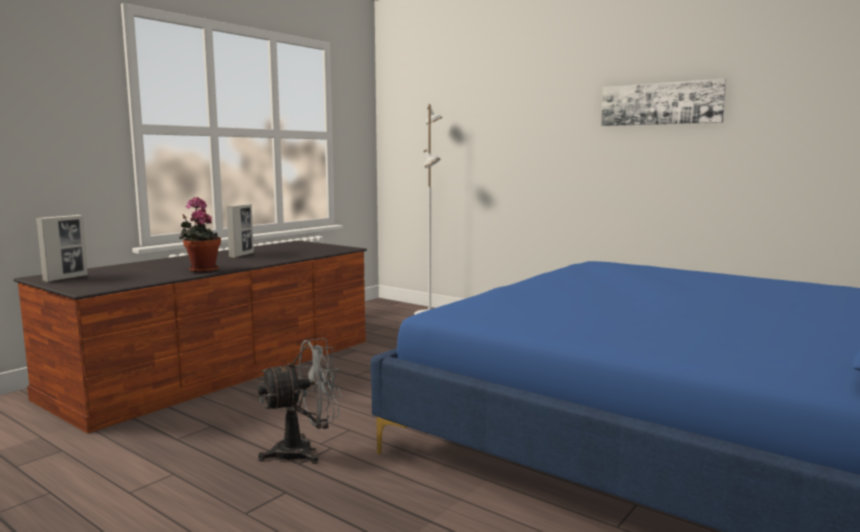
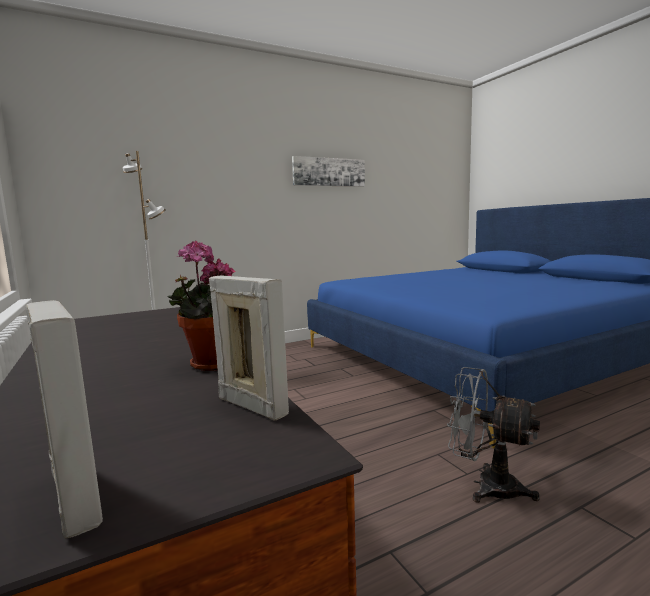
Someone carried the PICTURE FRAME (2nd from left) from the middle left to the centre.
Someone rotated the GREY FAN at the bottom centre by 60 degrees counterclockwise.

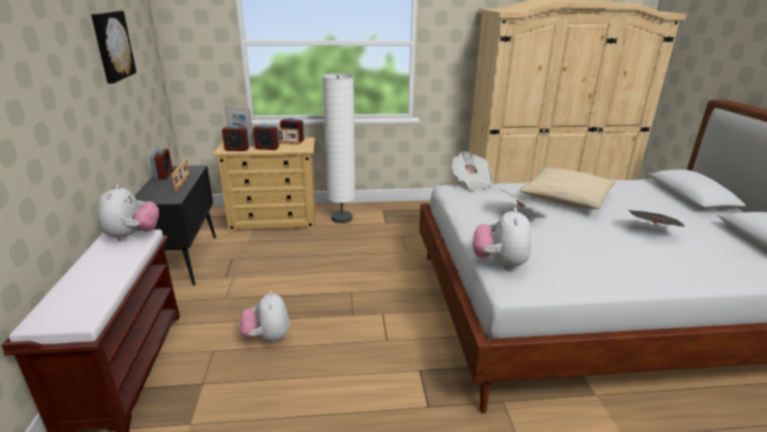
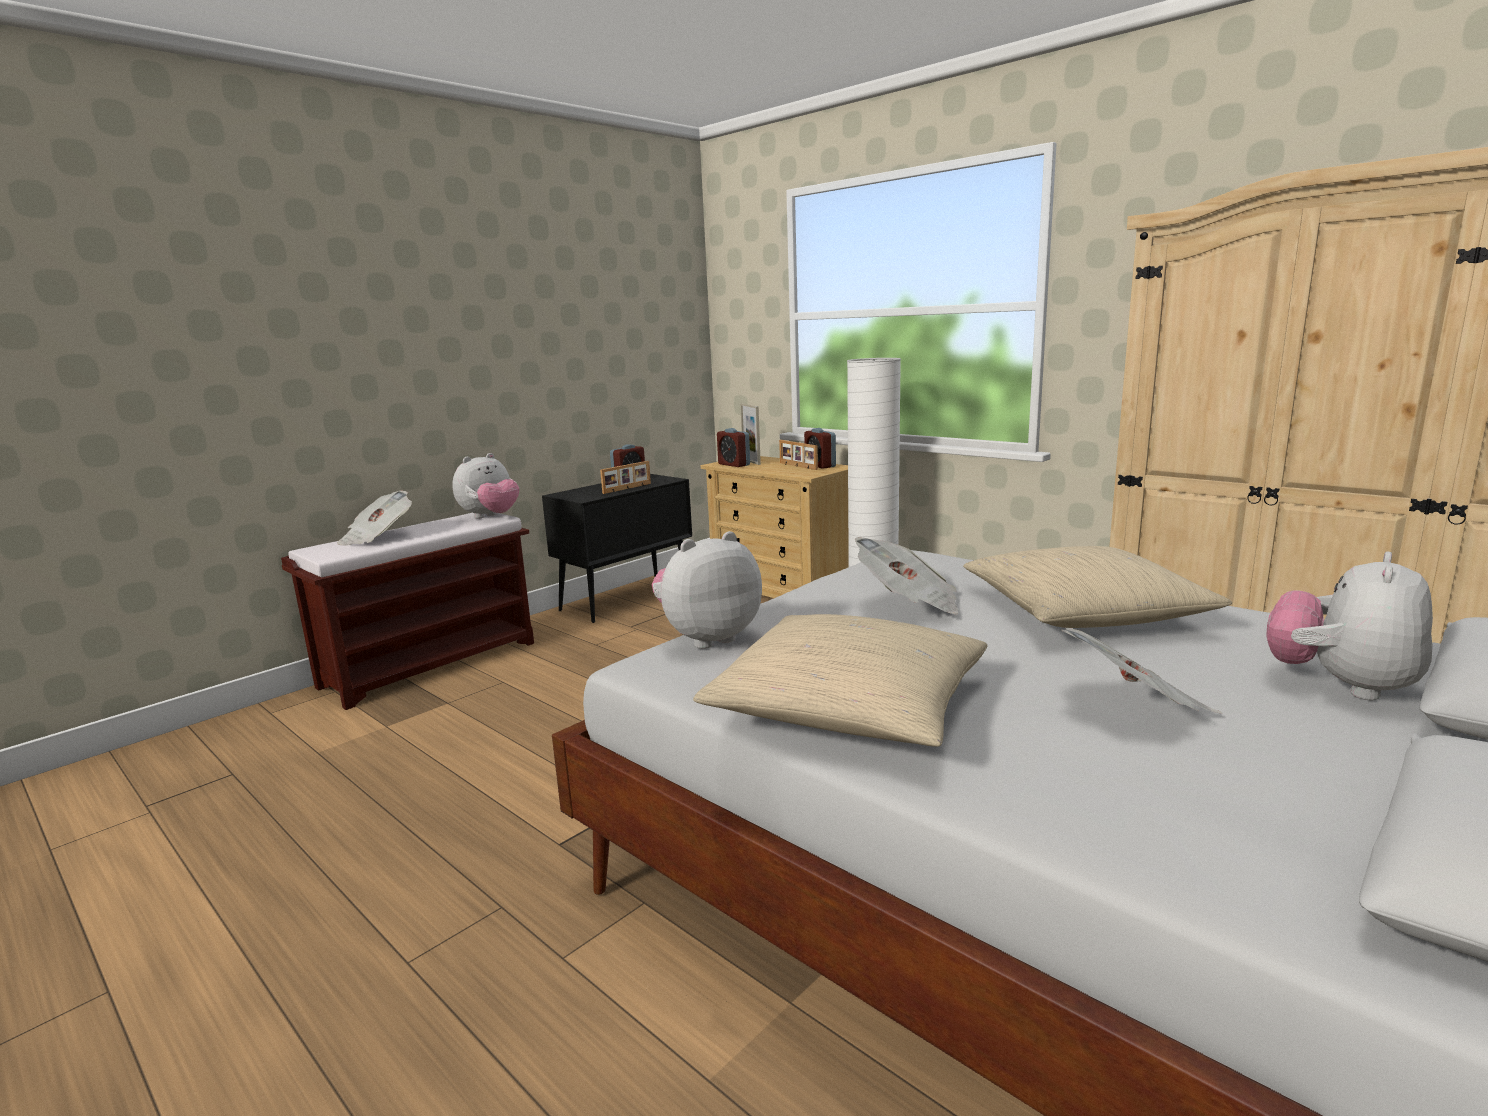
Someone carried the NEWSPAPER (1st from left) from the centre to the middle left.
Someone put down the BEIGE PILLOW (1st from left) at the centre.
Someone carried the PLUSH TOY (2nd from left in the first image) from the bottom centre to the middle right.
Someone took away the PICTURE at the top left.
Someone took away the ALARM CLOCK (3rd from left) at the top centre.

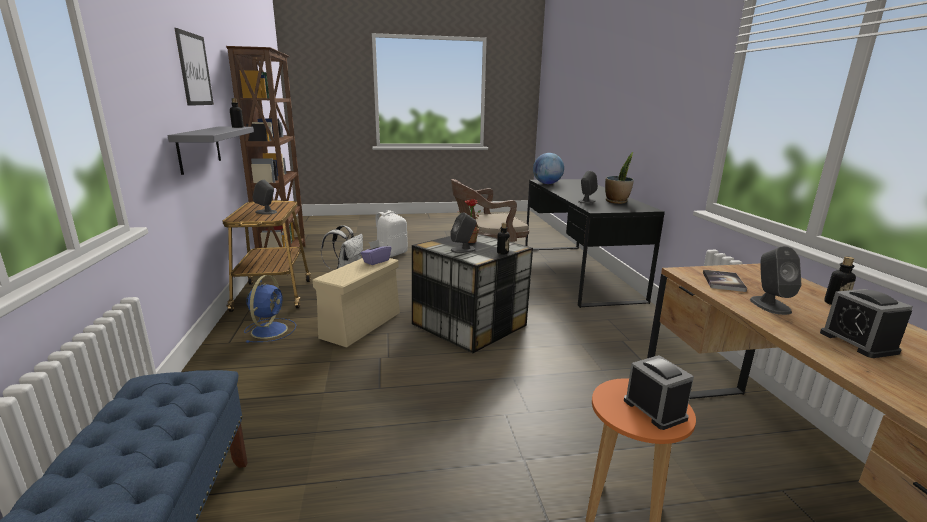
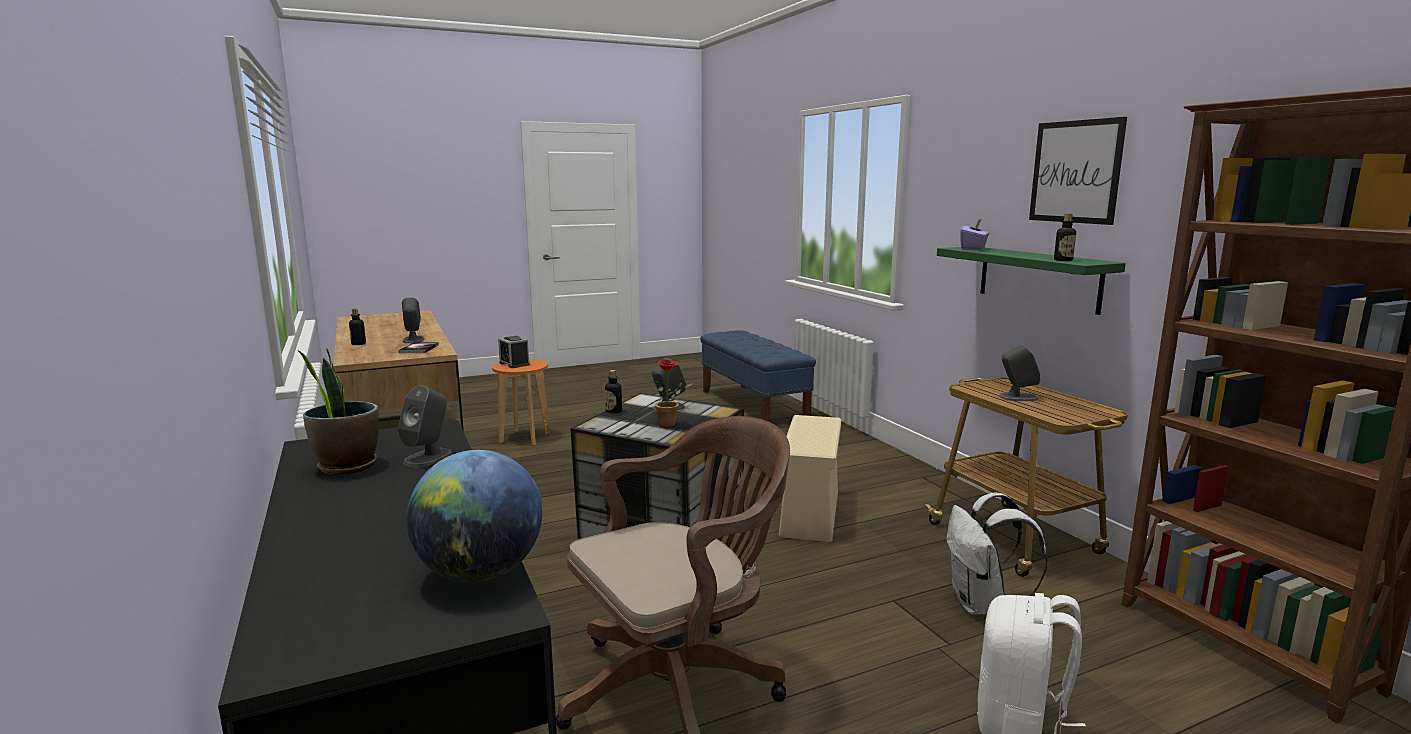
Someone repainted the GREY SHELF at the top left, which became the GREEN SHELF at the middle right.
Someone carried the PURPLE TISSUE BOX from the centre to the top right.
Someone took away the BLUE FAN at the middle left.
Someone took away the ALARM CLOCK (2nd from left) at the middle right.

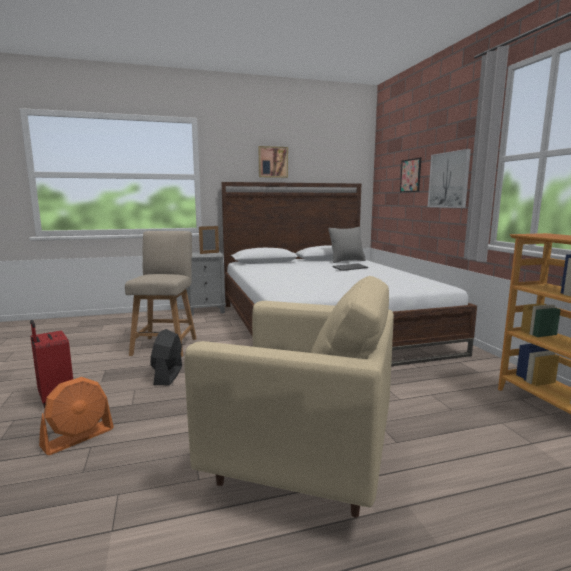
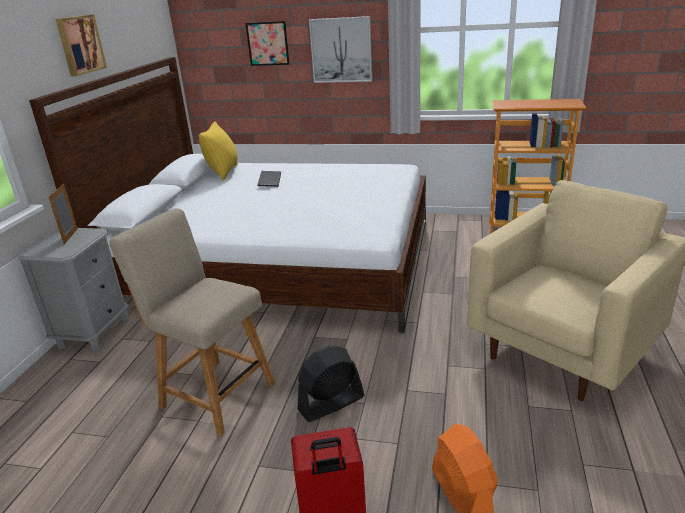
Someone repainted the GREY PILLOW at the centre, which became the YELLOW PILLOW at the top left.
Someone rotated the BLACK FAN at the middle left by 120 degrees clockwise.

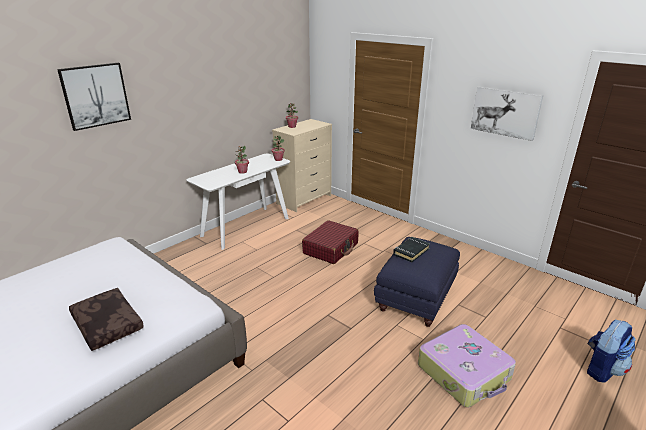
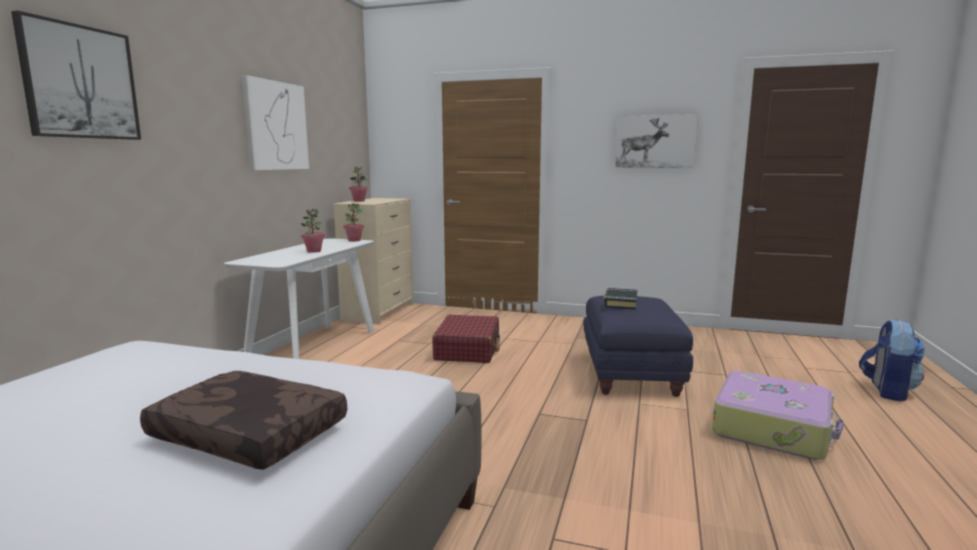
Someone put up the PICTURE (2nd from left) at the top left.

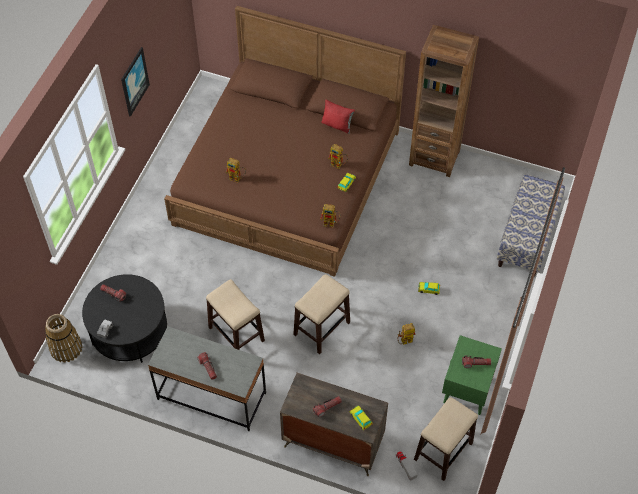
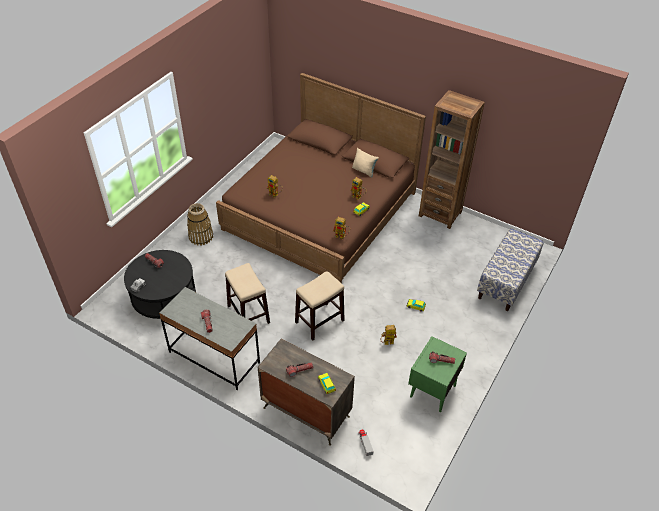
Someone carried the BASKET from the bottom left to the middle left.
Someone repainted the RED PILLOW at the top centre, which became the BEIGE PILLOW at the top centre.
Someone took away the PICTURE at the top left.
Someone took away the STOOL (3rd from left) at the bottom right.

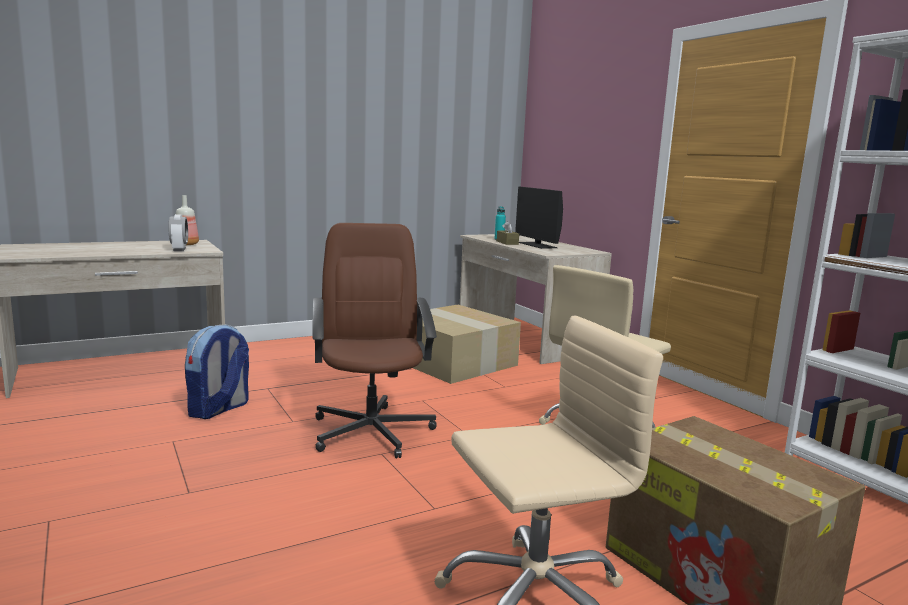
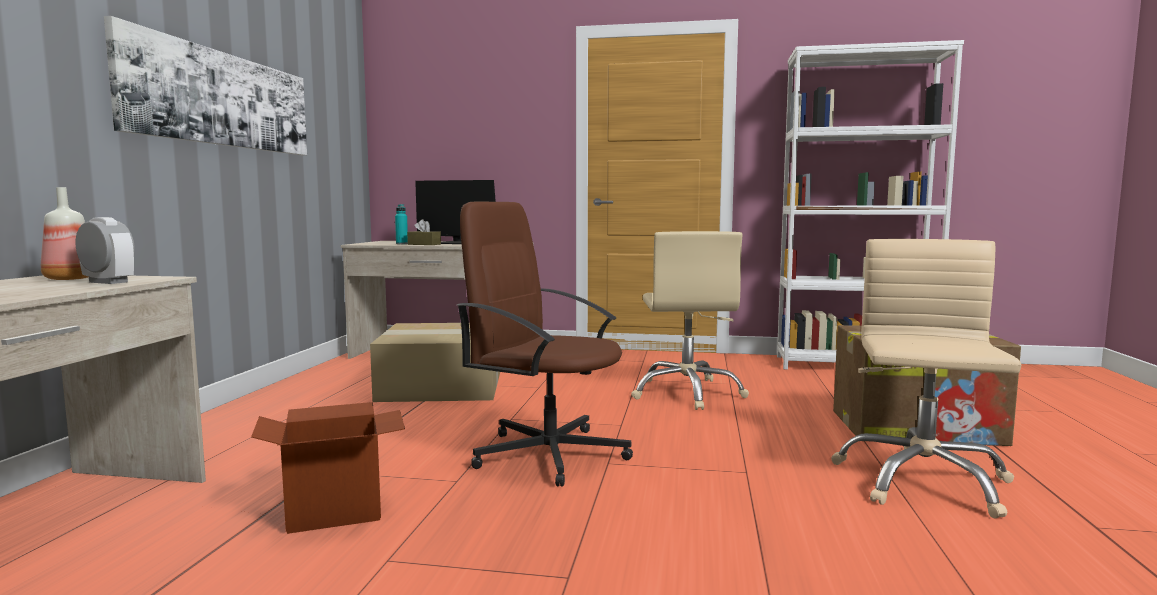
Someone put up the PICTURE at the top left.
Someone swapped the BACKPACK at the middle left for the CARDBOARD BOX (1st from left) at the bottom left.

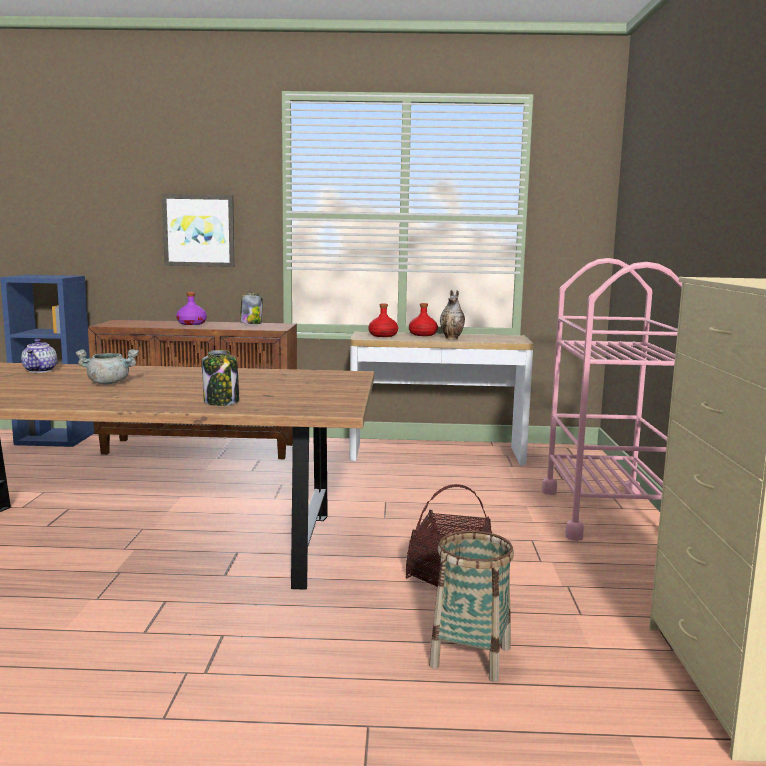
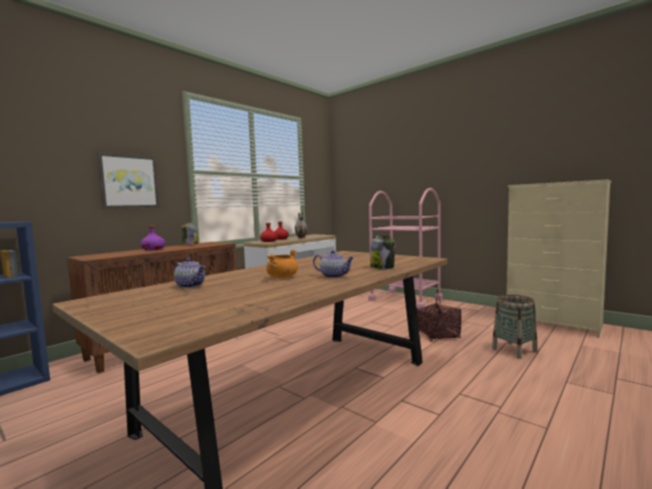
Someone repainted the GREY COOKING POT at the middle left, which became the ORANGE COOKING POT at the centre.
Someone put down the TEAPOT (2nd from left) at the centre.

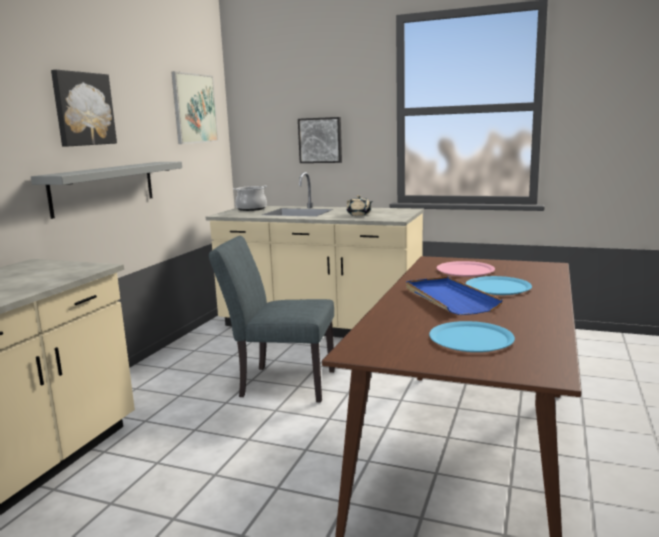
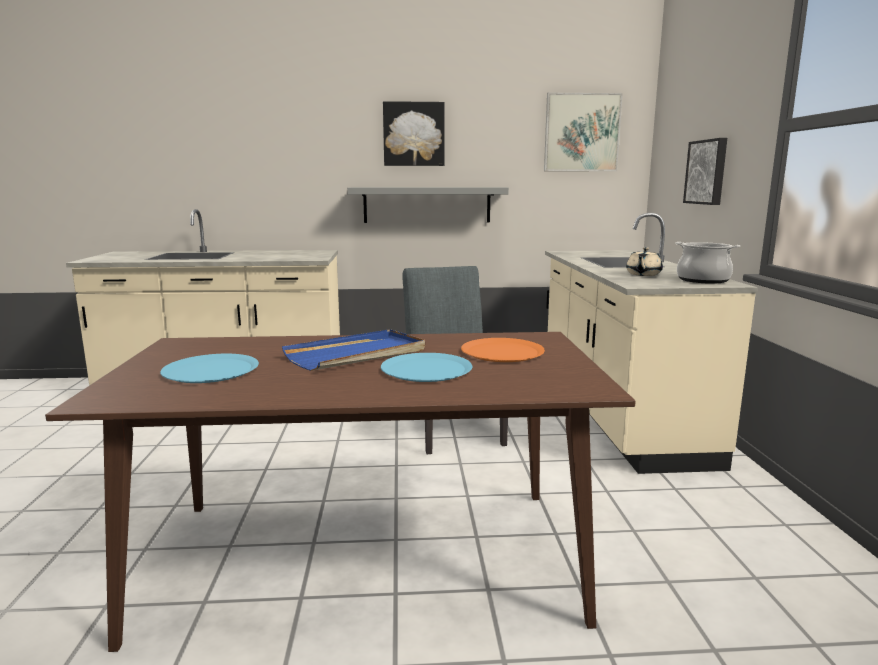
Someone repainted the PINK PLATE at the middle right, which became the ORANGE PLATE at the centre.
Someone carried the COOKING POT from the centre to the middle right.

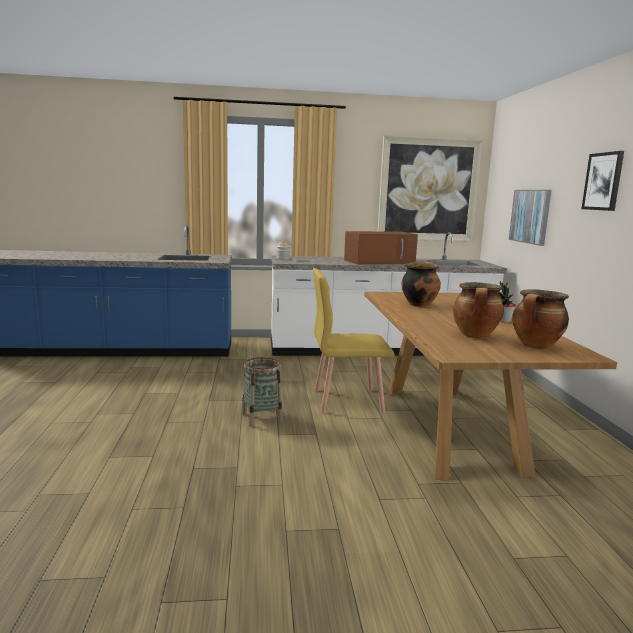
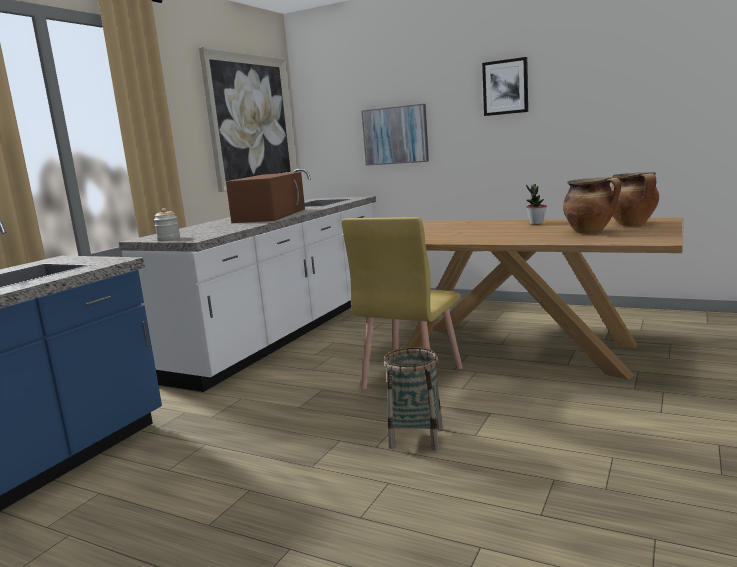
Someone took away the COOKING POT (1st from left) at the centre.

